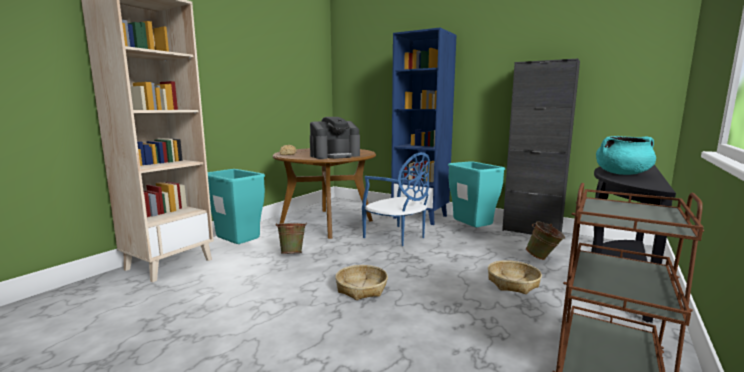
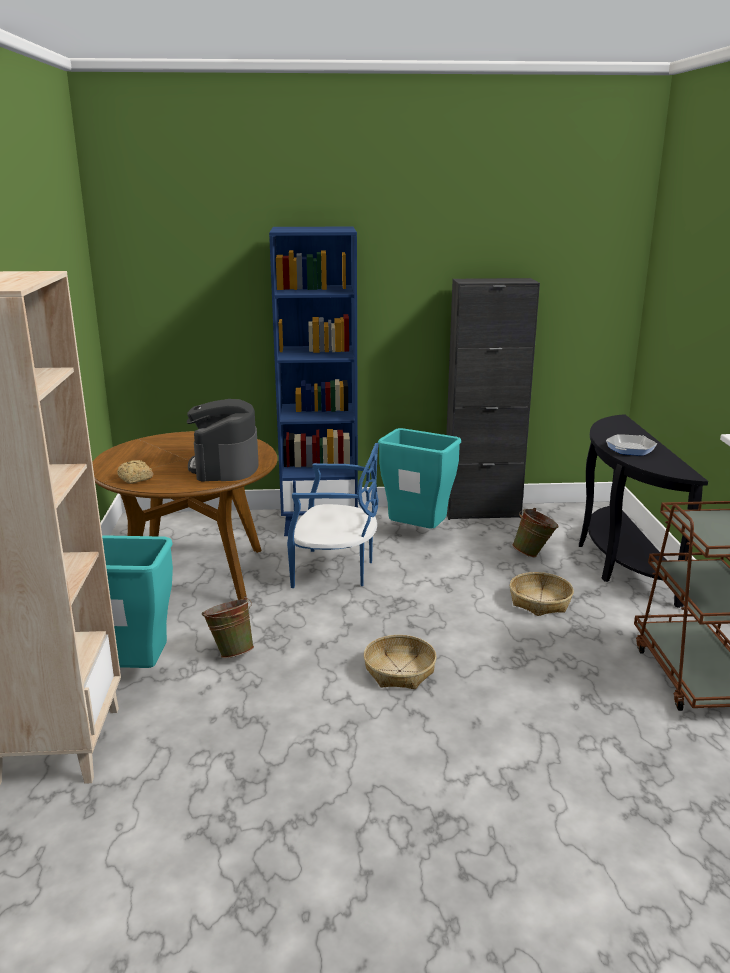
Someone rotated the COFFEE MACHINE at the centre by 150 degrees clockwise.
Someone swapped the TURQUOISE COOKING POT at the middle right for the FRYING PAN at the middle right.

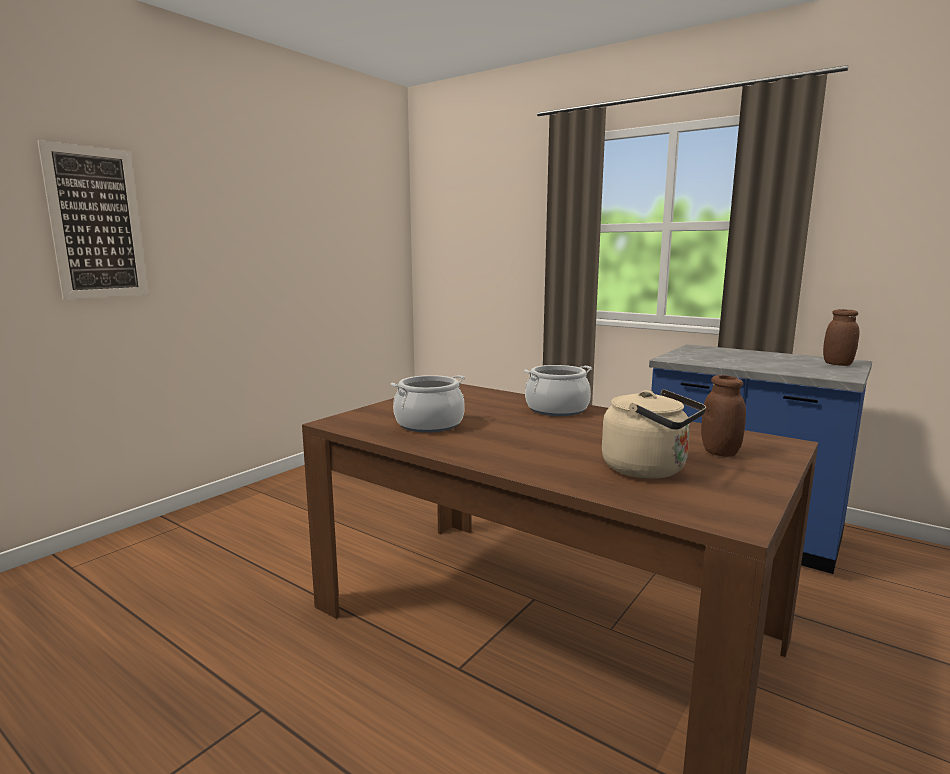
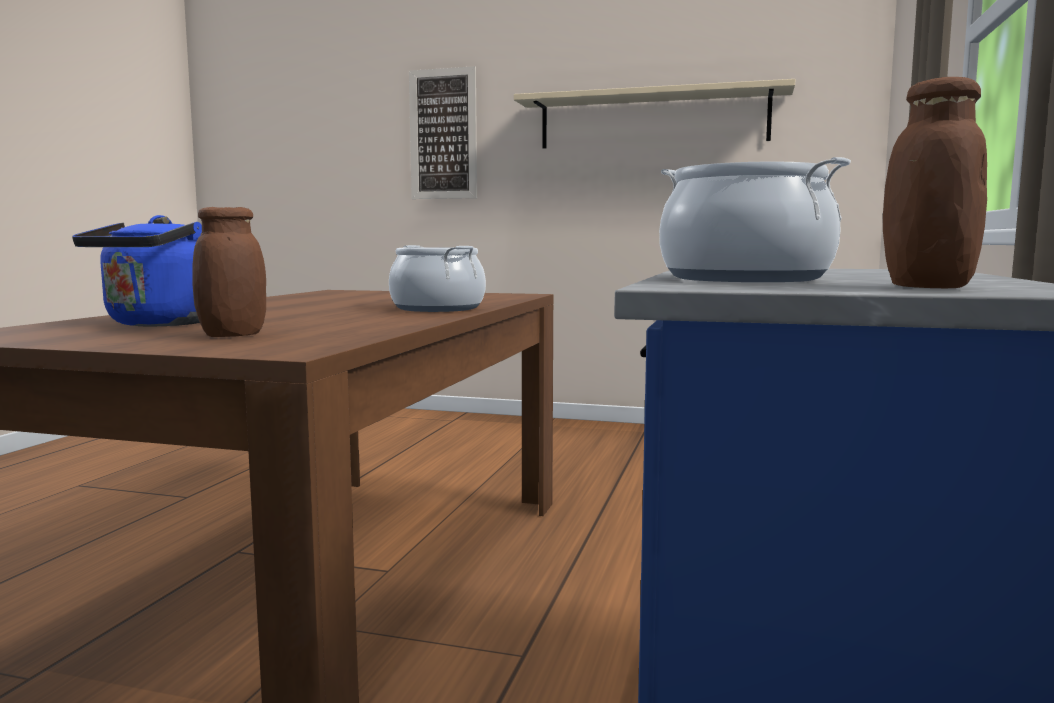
Someone repainted the BEIGE KETTLE at the middle right, which became the BLUE KETTLE at the middle left.
Someone put up the BEIGE SHELF at the top centre.
Someone carried the COOKING POT (1st from left in the first image) from the centre to the top right.

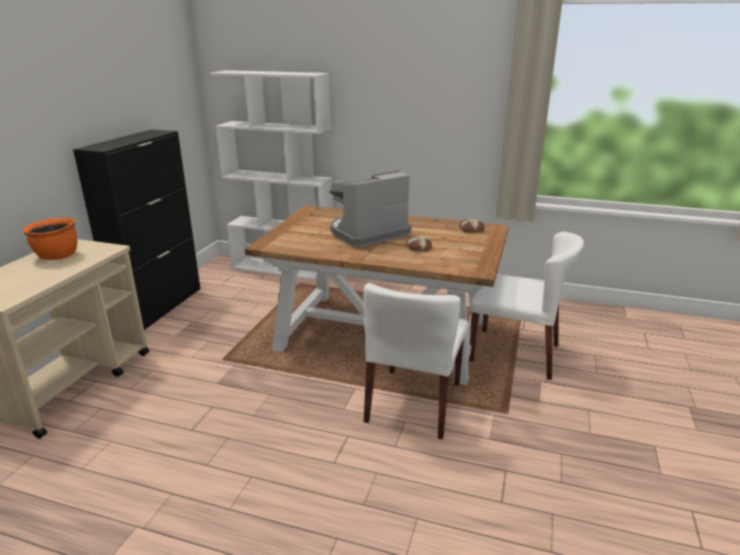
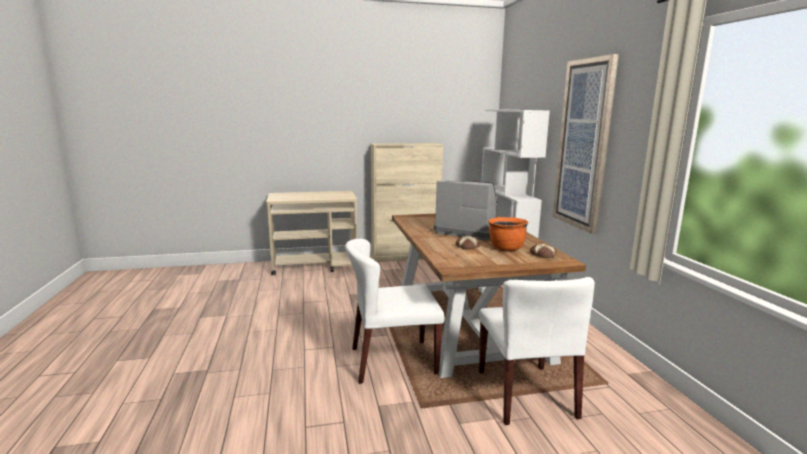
Someone repainted the BLACK CABINET at the middle left, which became the BEIGE CABINET at the centre.
Someone carried the ORANGE COOKING POT from the middle left to the centre.
Someone put up the PICTURE at the top right.

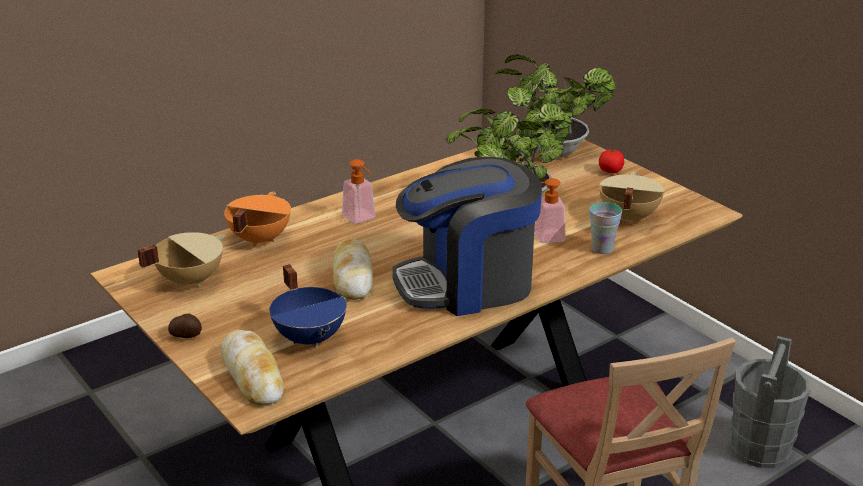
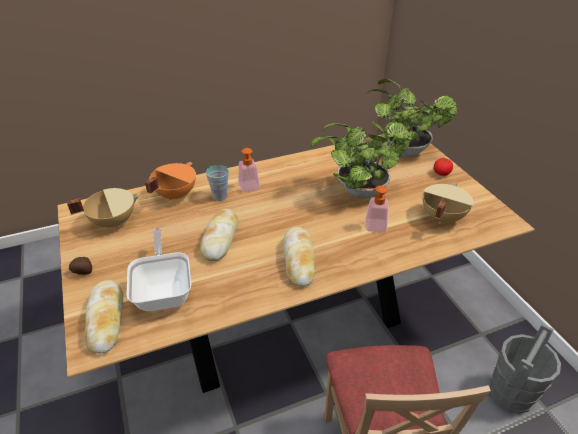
Someone swapped the BLUE COOKING POT at the centre for the FRYING PAN at the middle left.
Someone carried the CUP from the middle right to the centre.
Someone swapped the COFFEE MACHINE at the centre for the BREAD (3rd from left) at the centre.

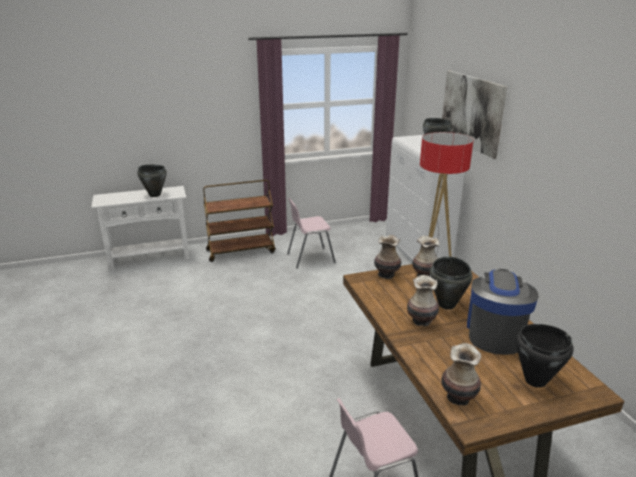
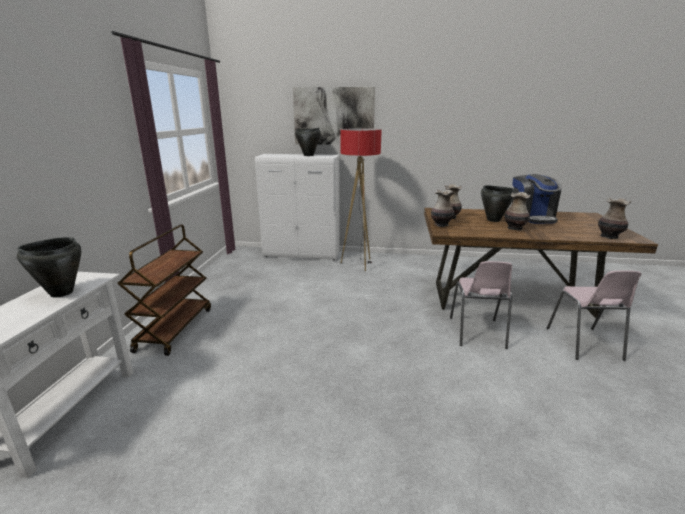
Someone carried the PINK CHAIR (1st from left) from the centre to the middle right.
Someone rotated the COFFEE MACHINE at the middle right by 135 degrees counterclockwise.
Someone took away the BLACK COOKING POT (4th from left) at the bottom right.

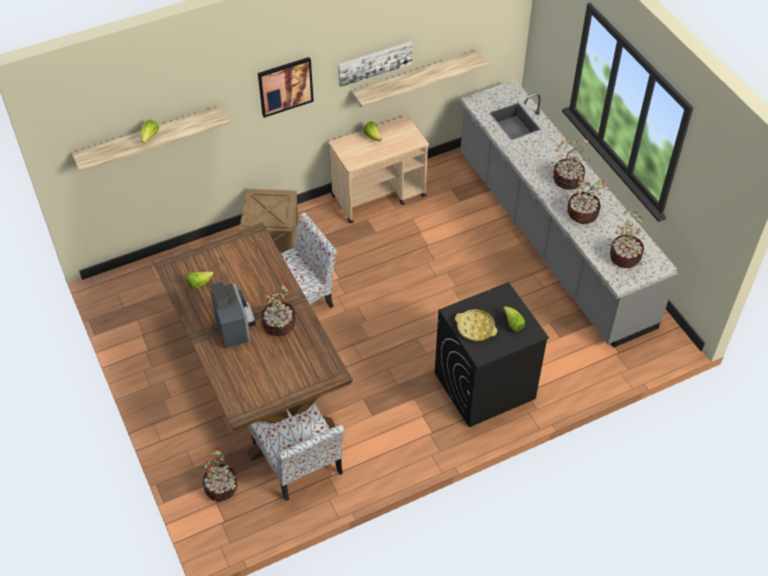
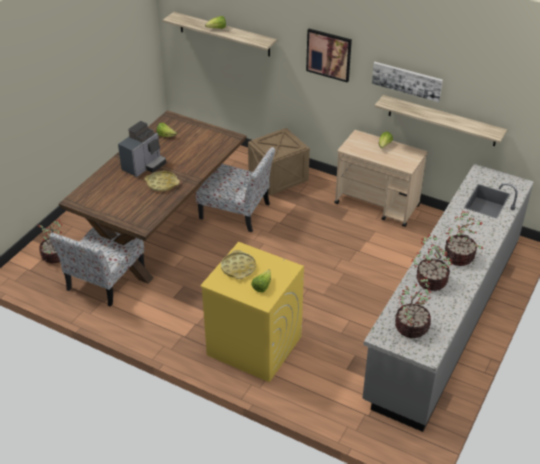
Someone swapped the POTTED PLANT (2nd from left) at the centre for the YELLOW TRAY (1st from left) at the middle left.
Someone repainted the BLACK WASHING MACHINE at the centre, which became the YELLOW WASHING MACHINE at the bottom centre.

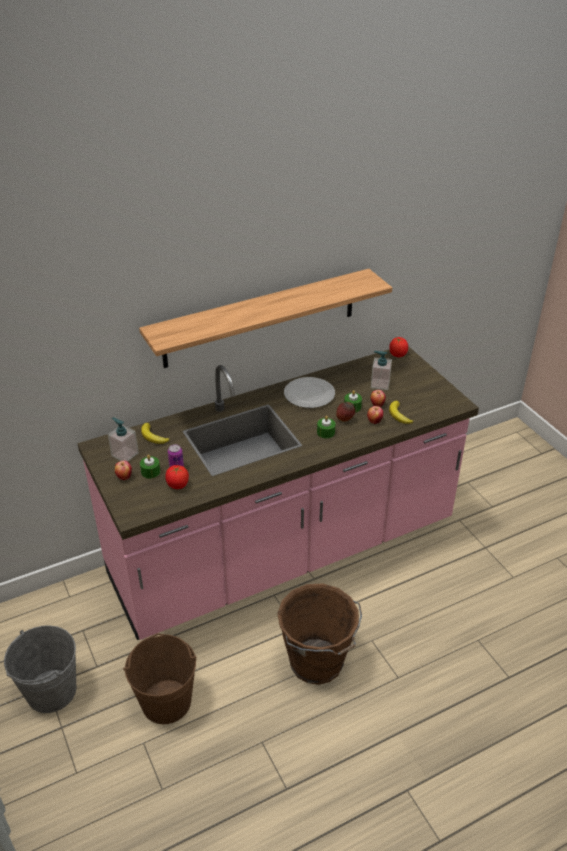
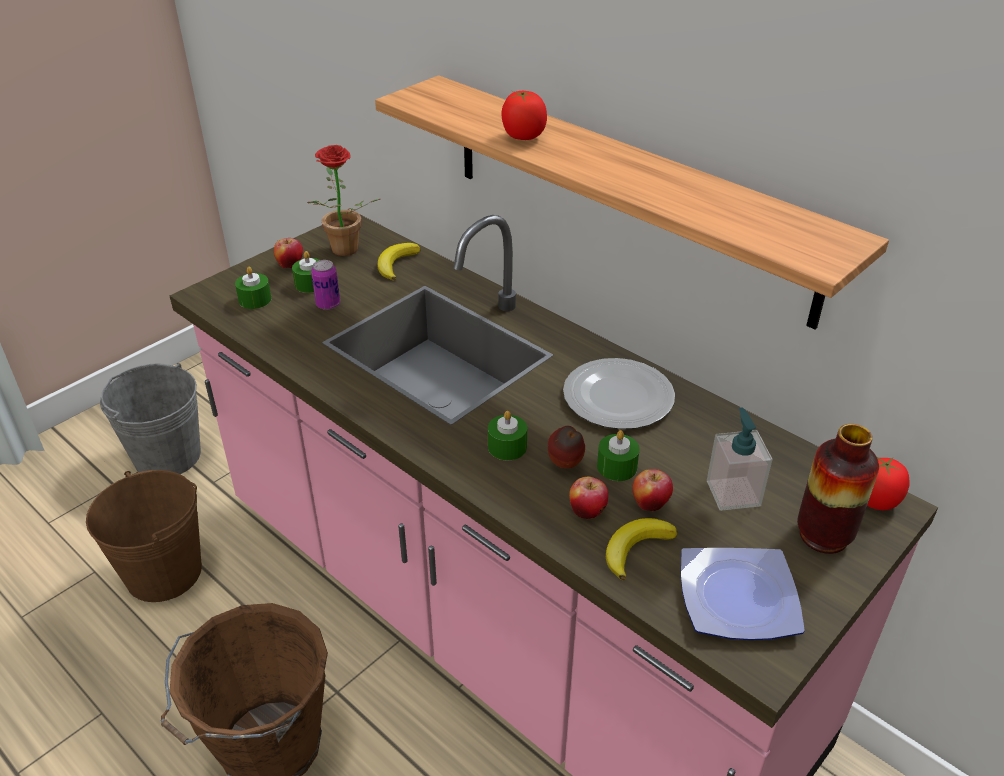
Someone put down the GREEN CANDLE (1st from left) at the middle left.
Someone swapped the SOAP DISPENSER (1st from left) at the middle left for the POTTED PLANT at the top centre.
Someone carried the TOMATO (1st from left) from the middle left to the top centre.
Someone put down the PLATE (2nd from left) at the bottom right.
Someone put down the VASE at the middle right.

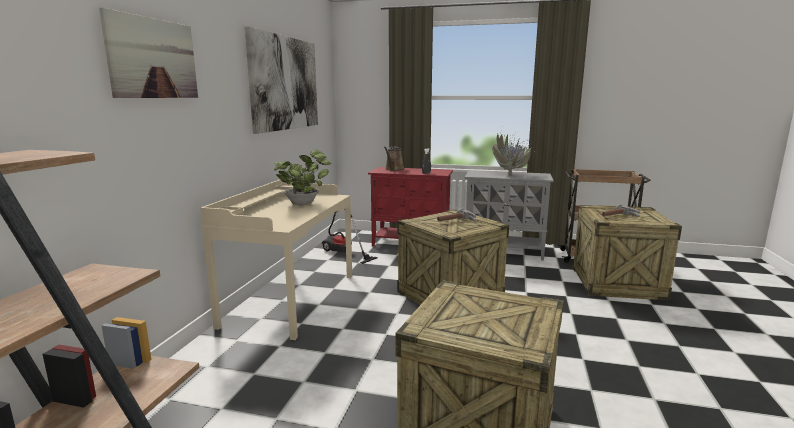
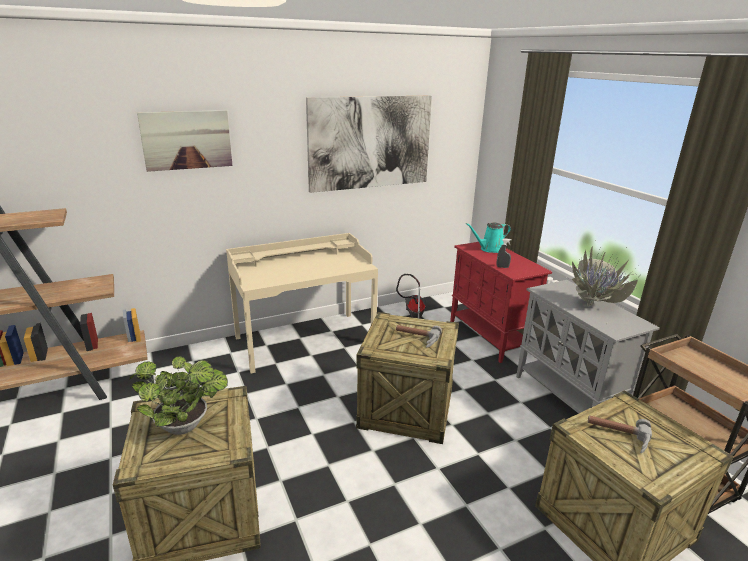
Someone carried the POTTED PLANT (1st from left) from the centre to the bottom left.
Someone repainted the BROWN WATERING CAN at the centre, which became the TURQUOISE WATERING CAN at the centre.

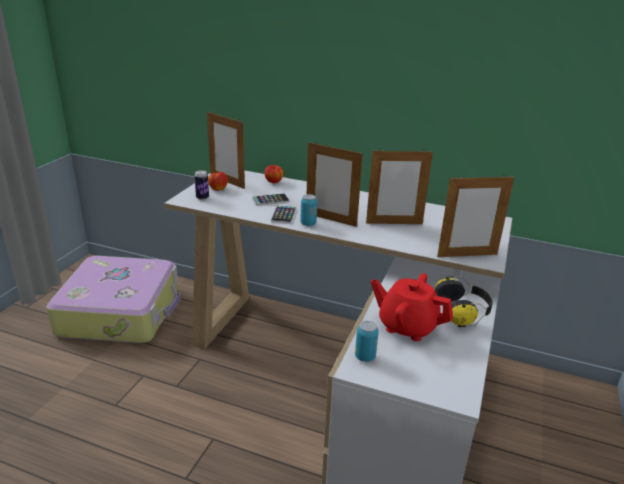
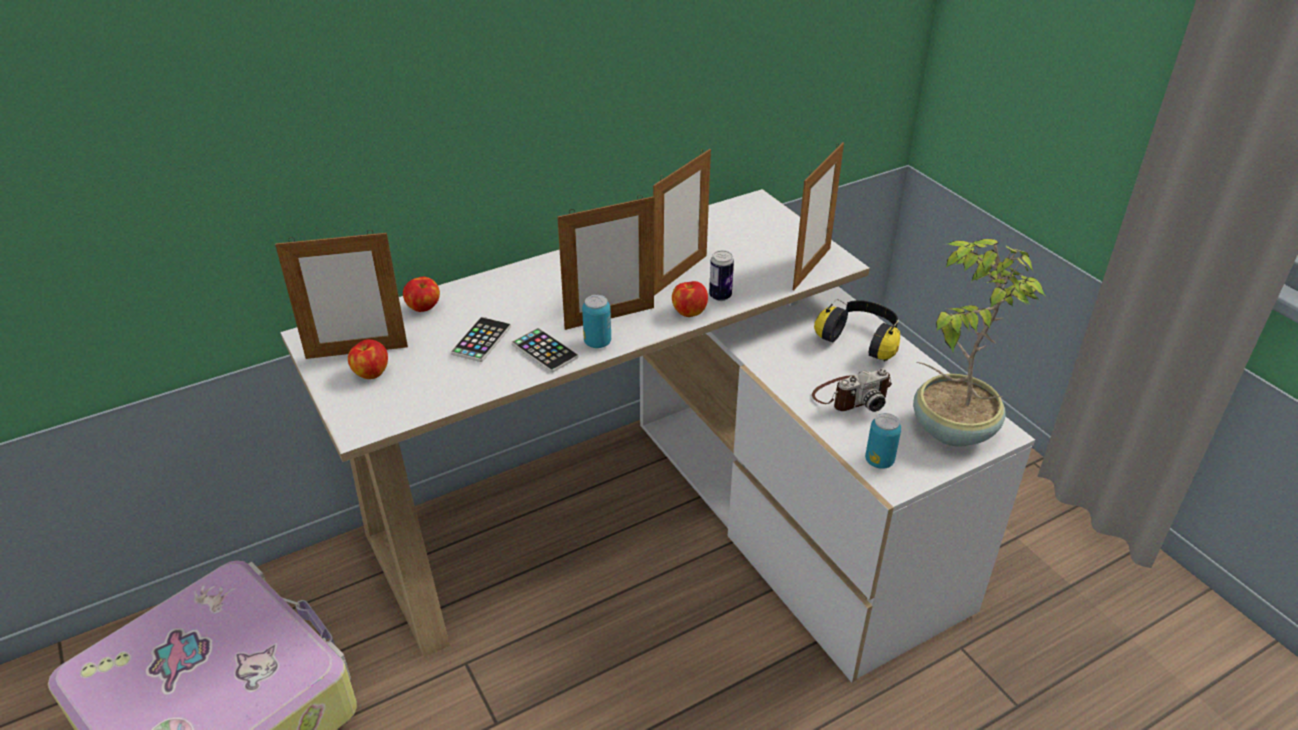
Someone put down the APPLE (3rd from left) at the centre.
Someone carried the CAN (1st from left in the first image) from the middle left to the centre.
Someone swapped the RED TEAPOT at the centre for the PHOTO CAMERA at the centre.
Someone put down the POTTED PLANT at the middle right.

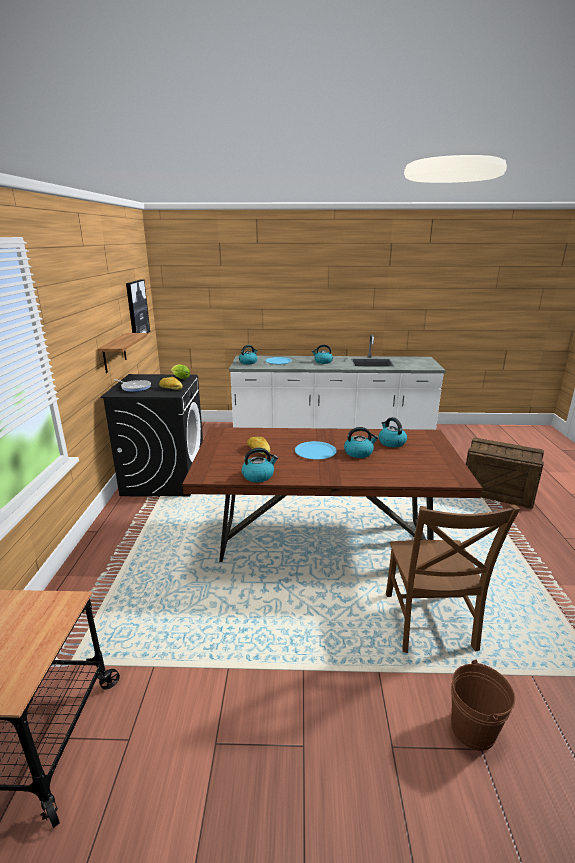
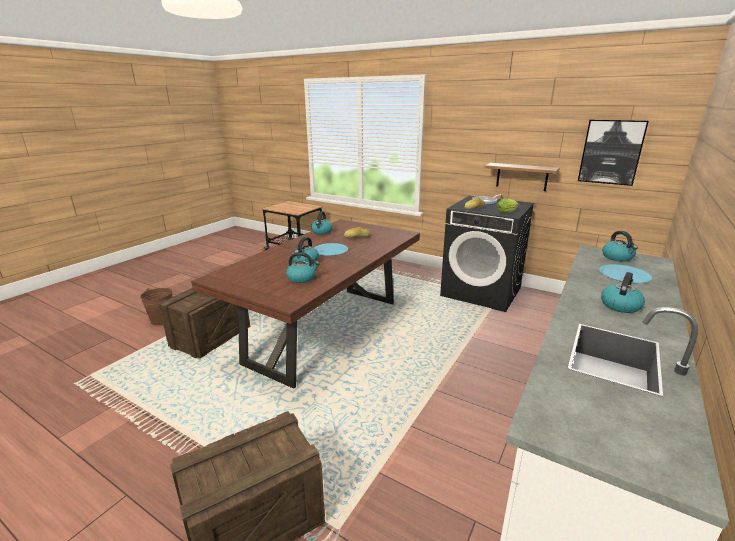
Someone swapped the BROWN CHAIR at the bottom right for the CRATE (1st from left) at the middle left.

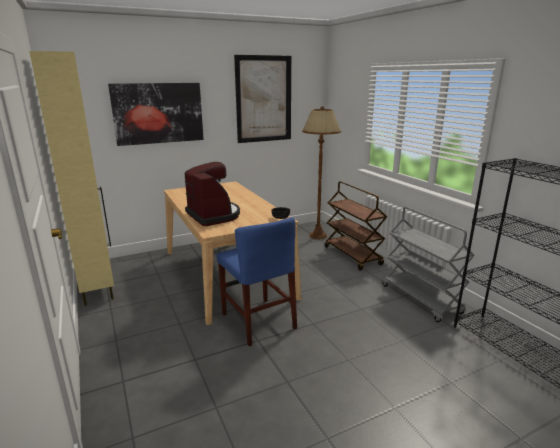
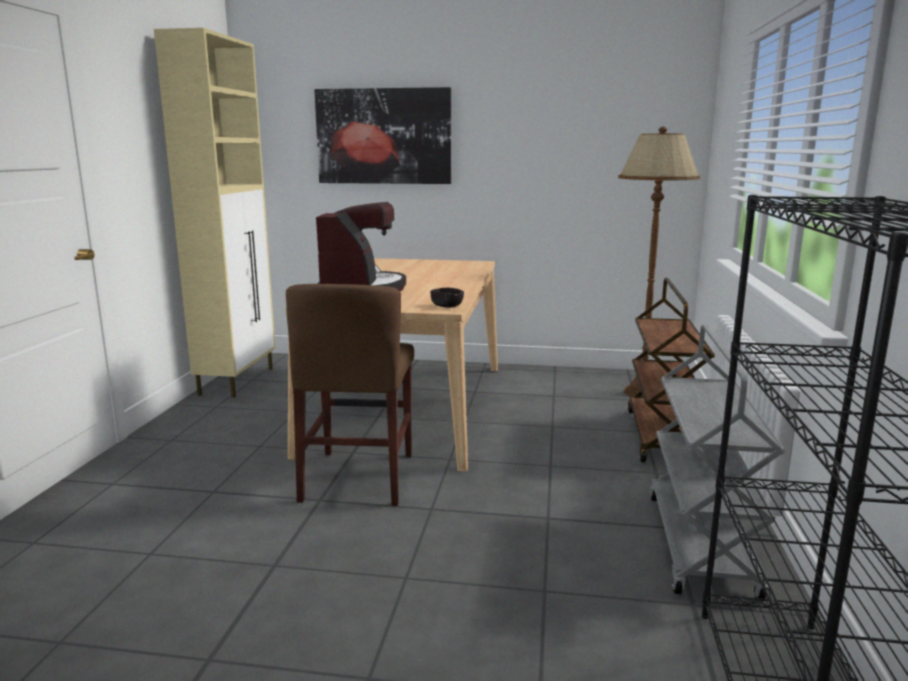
Someone repainted the BLUE CHAIR at the centre, which became the BROWN CHAIR at the centre.
Someone took away the PICTURE (2nd from left) at the top centre.

